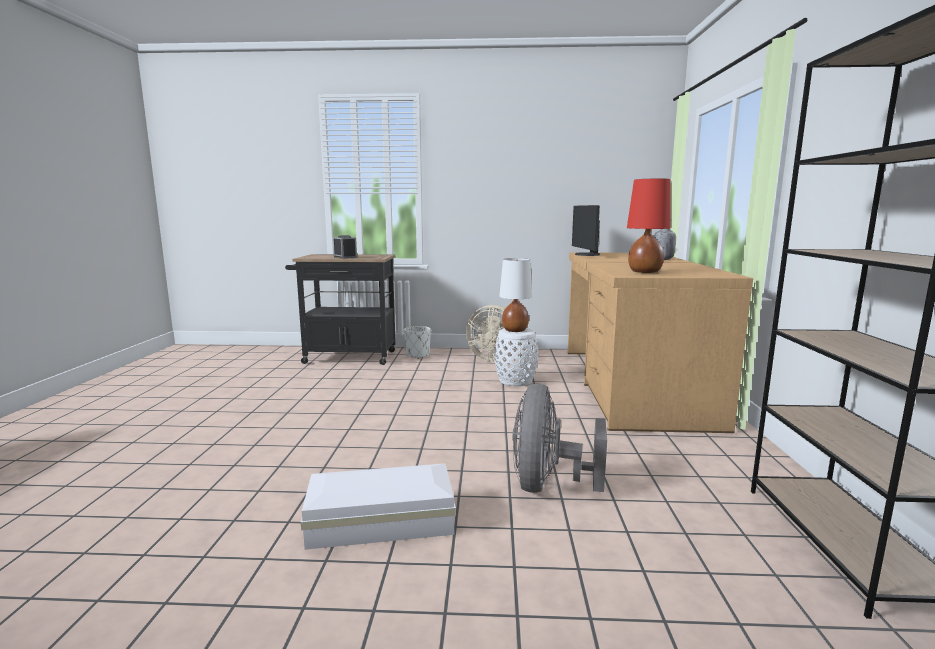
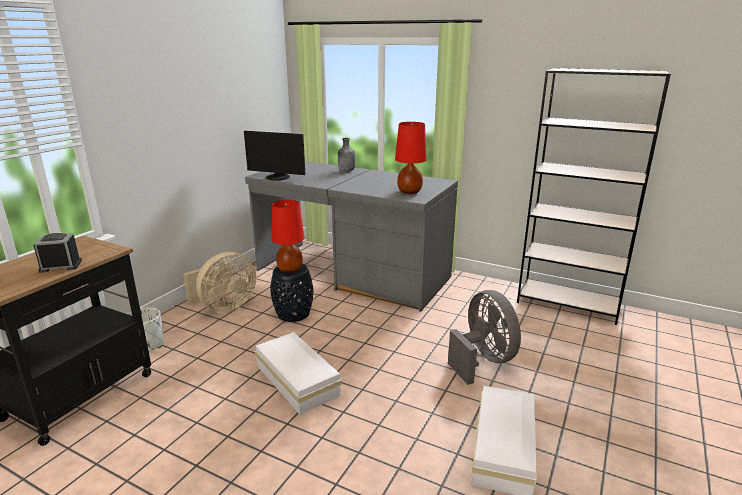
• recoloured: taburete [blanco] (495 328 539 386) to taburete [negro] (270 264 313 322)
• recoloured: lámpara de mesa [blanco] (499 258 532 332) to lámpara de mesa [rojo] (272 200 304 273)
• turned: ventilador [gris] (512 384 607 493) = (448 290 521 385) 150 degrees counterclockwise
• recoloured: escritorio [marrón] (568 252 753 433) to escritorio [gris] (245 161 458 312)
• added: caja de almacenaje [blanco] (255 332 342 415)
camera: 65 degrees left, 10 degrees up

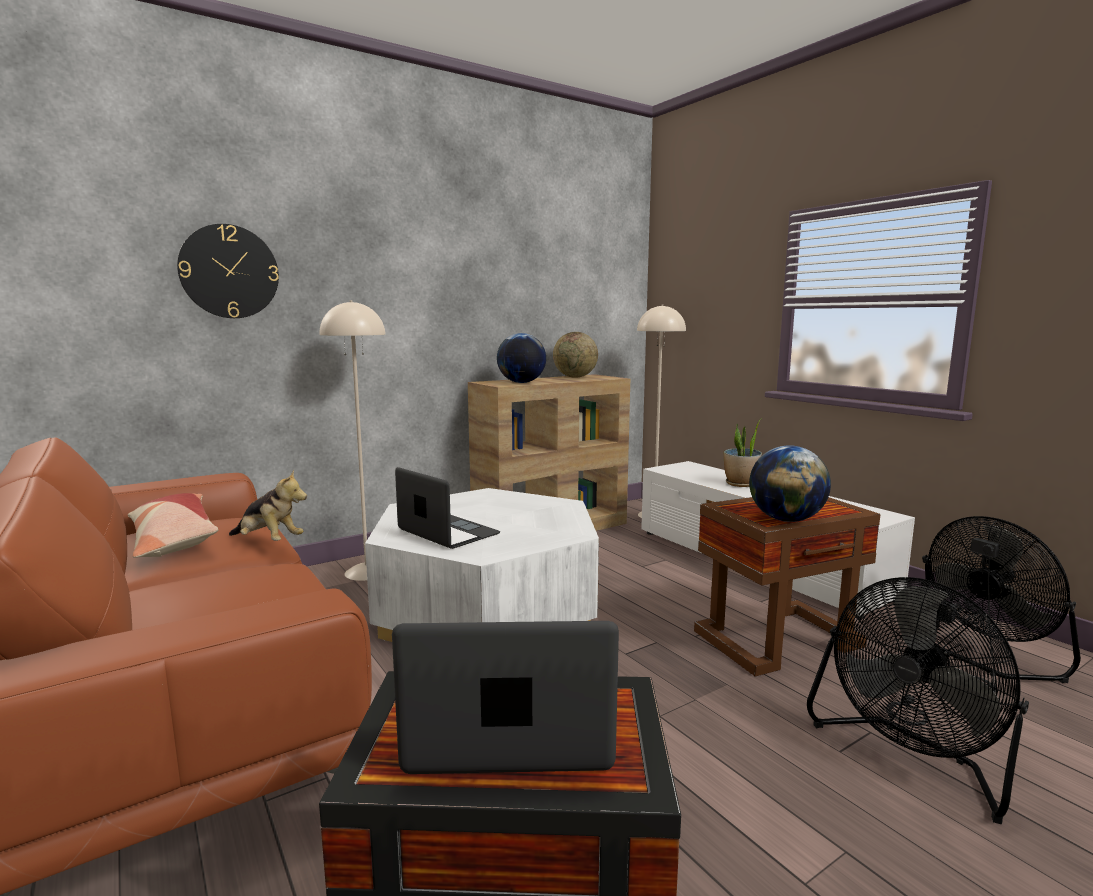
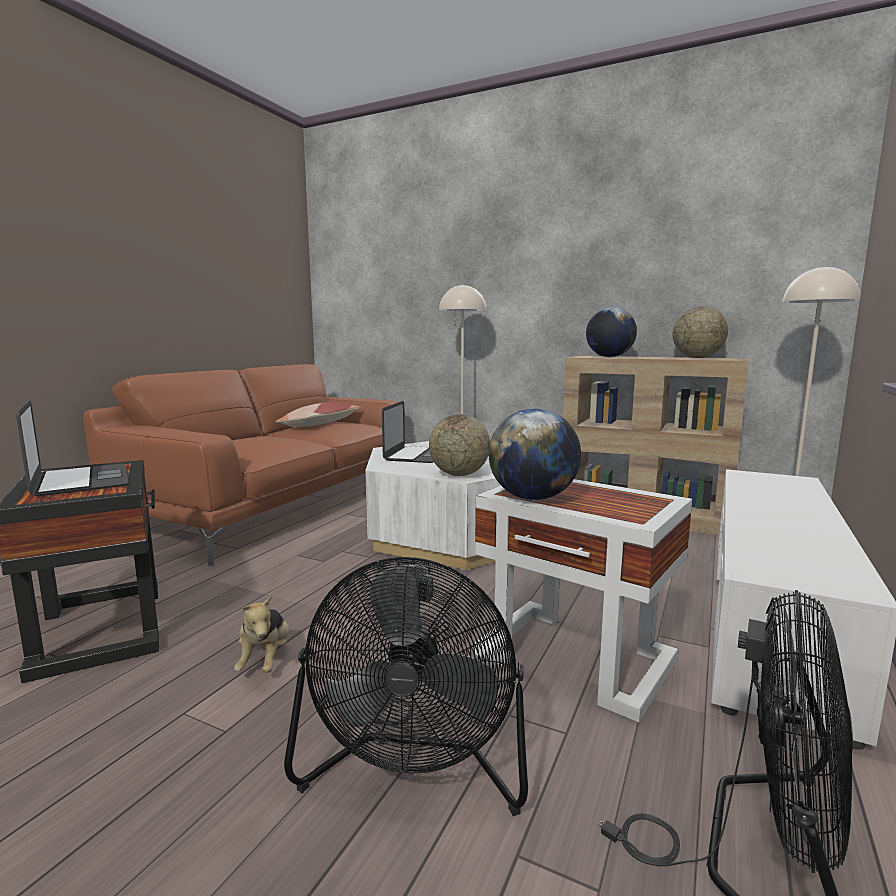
• removed: reloj de pared (177 224 279 318)
• moved: peluche (229 470 307 541) to (234 596 289 673)
• recoloured: mesa auxiliar [marrón] (694 497 880 676) to mesa auxiliar [blanco] (474 479 692 723)
• removed: planta en maceta (724 418 762 487)
• turned: ventilador [negro] (807 577 1029 825) = (284 557 528 816) 105 degrees counterclockwise
• added: globo terráqueo (429 414 490 476)
camera: 60 degrees right, 0 degrees up

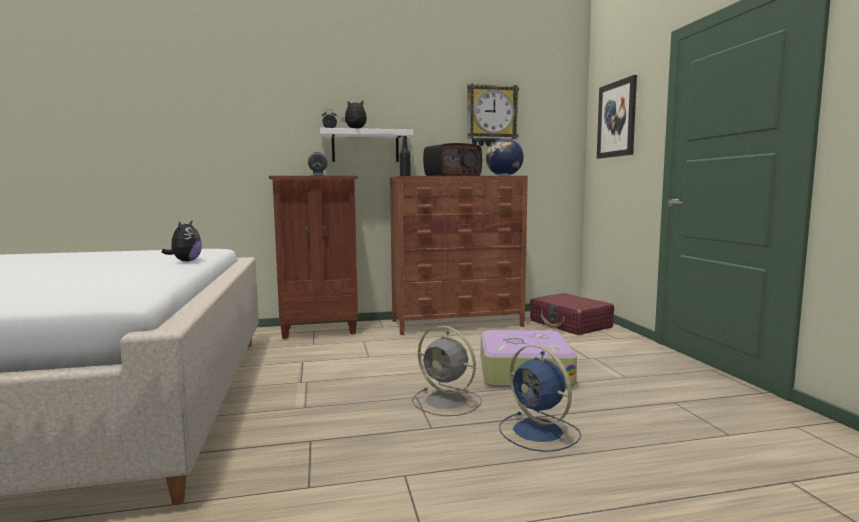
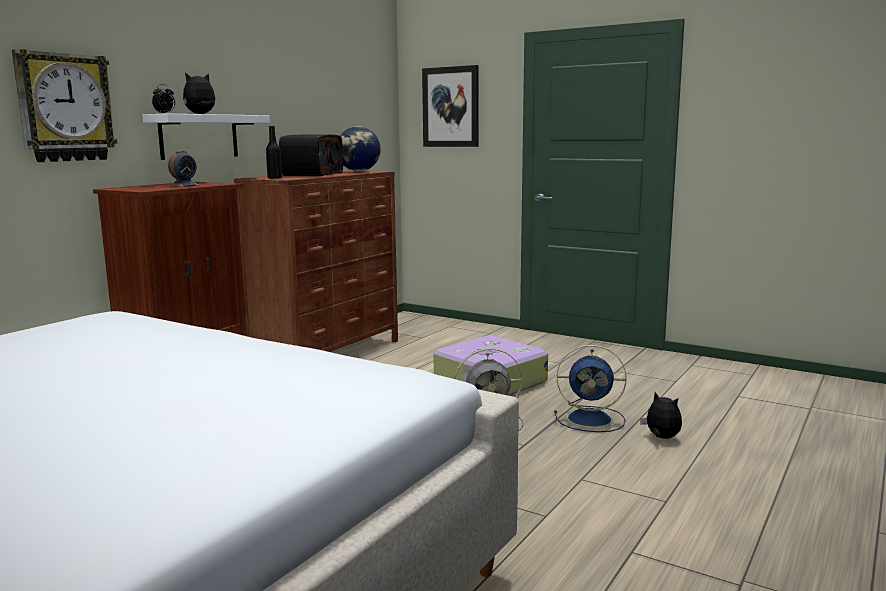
• moved: peluche (162 221 202 261) to (640 392 682 439)
• moved: reloj de pared (467 83 519 146) to (12 49 118 162)
• removed: maleta [rojo] (530 293 614 335)
camera: 45 degrees left, 5 degrees up

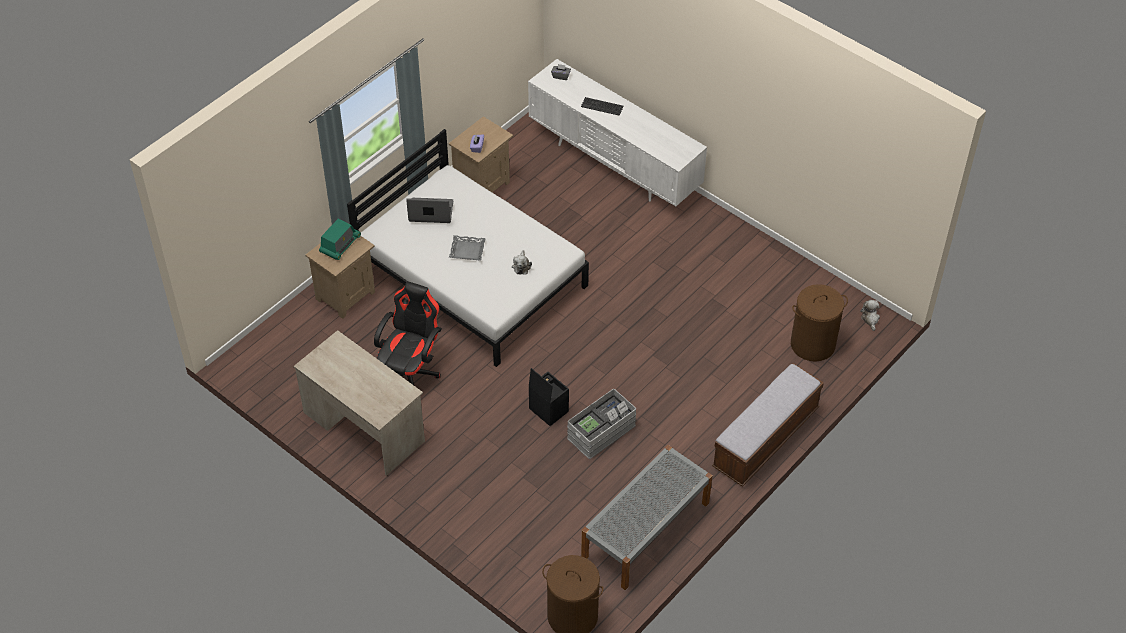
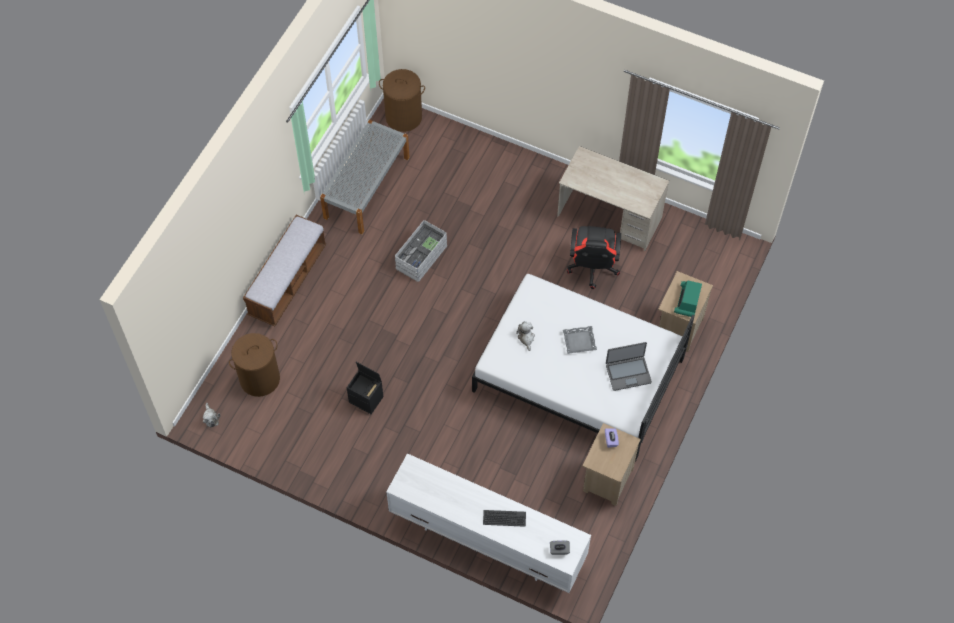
• moved: caja de almacenaje [negro] (529 368 569 426) to (347 362 383 414)
camera: 165 degrees right, 10 degrees up

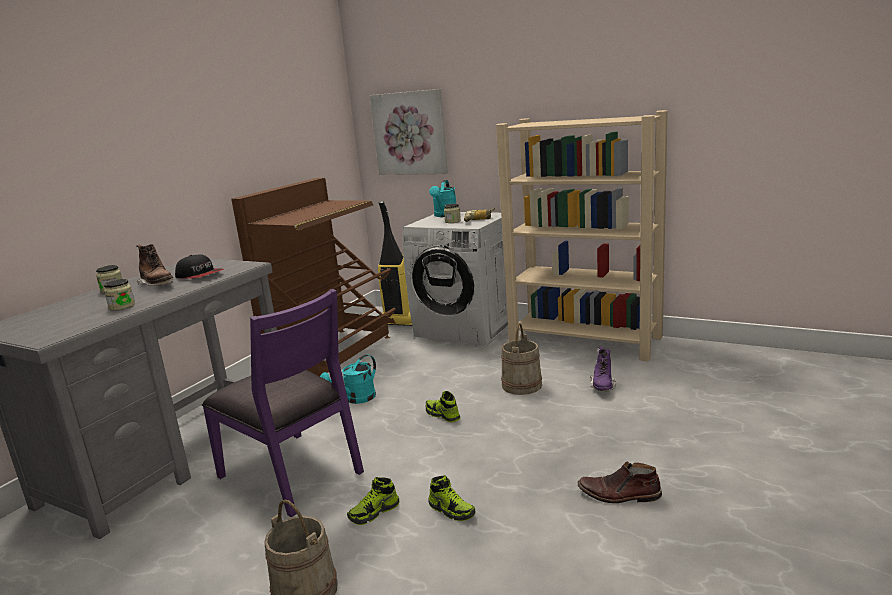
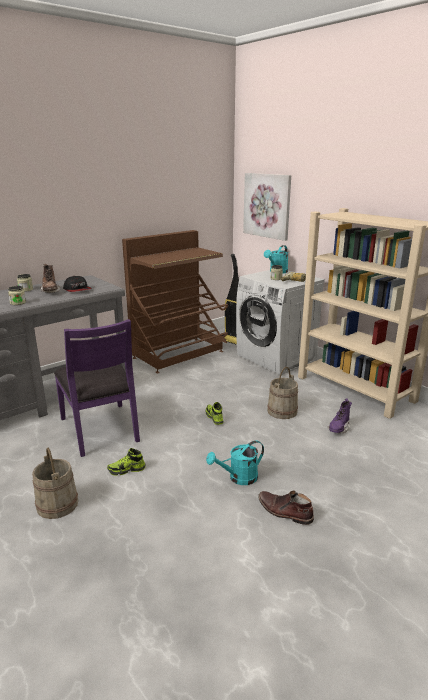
• moved: regadera [turquesa] (320 354 376 404) to (206 440 264 485)
• removed: zapato (428 475 475 521)
camera: 20 degrees right, 5 degrees up

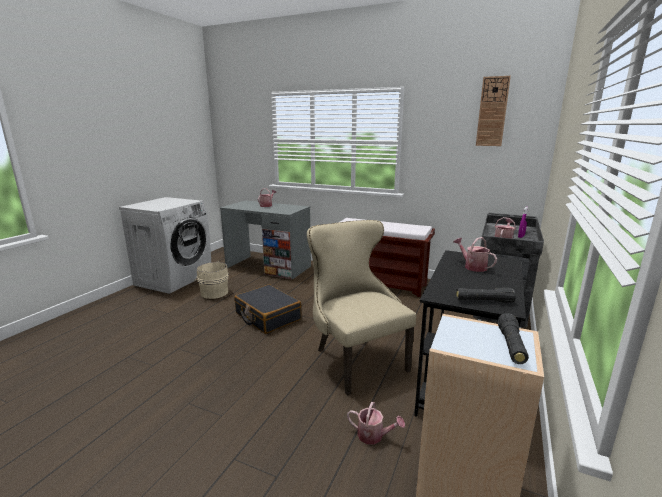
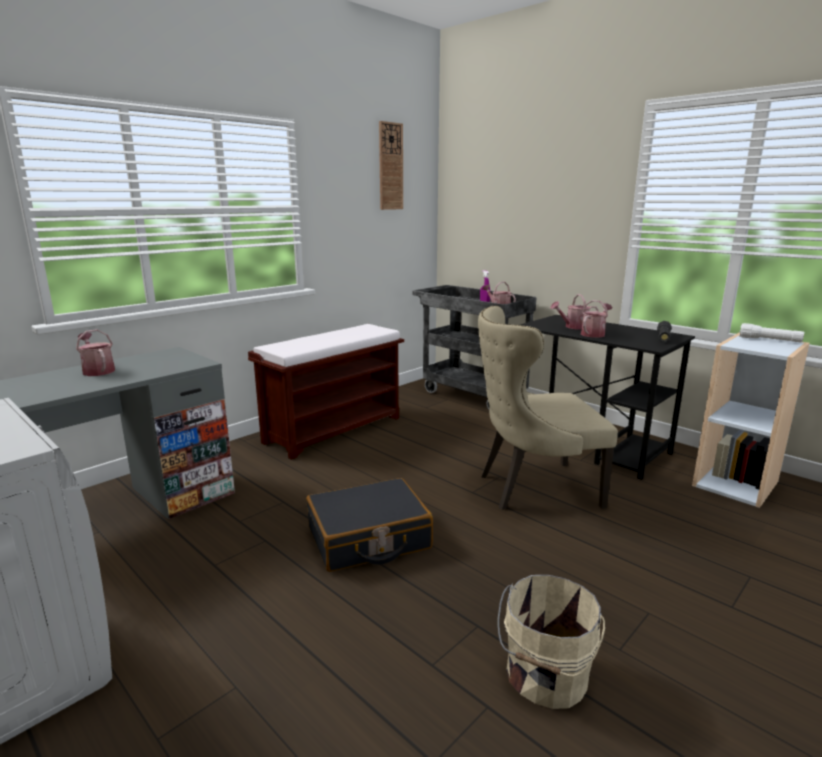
• moved: cubo [beis] (194 260 229 299) to (498 575 605 709)
• moved: regadera (347 402 405 445) to (581 300 612 338)
• recoloured: linterna [negro] (498 313 529 364) to linterna [blanco] (739 323 804 342)
camera: 70 degrees left, 0 degrees up

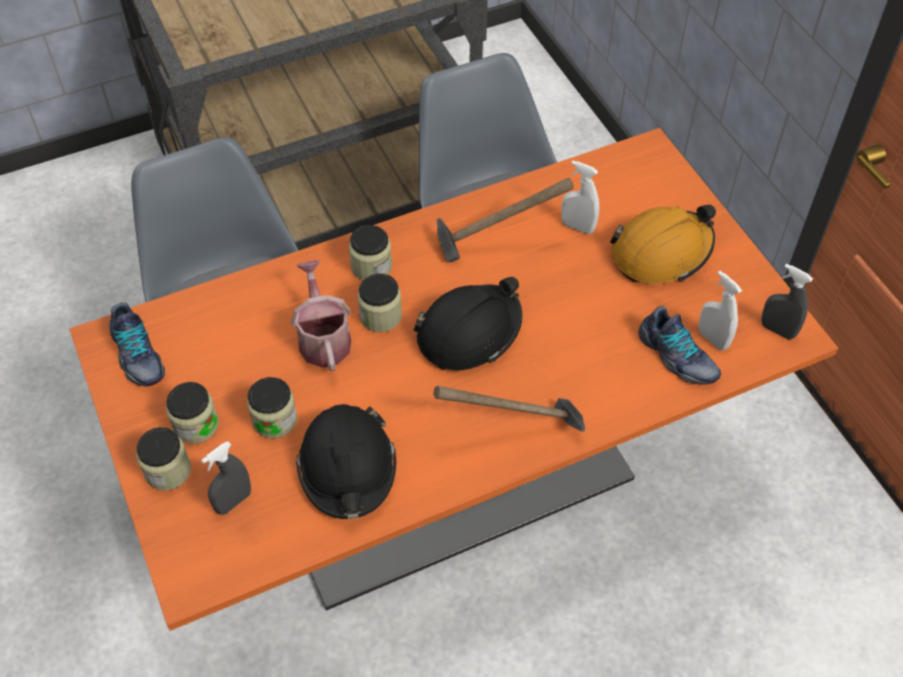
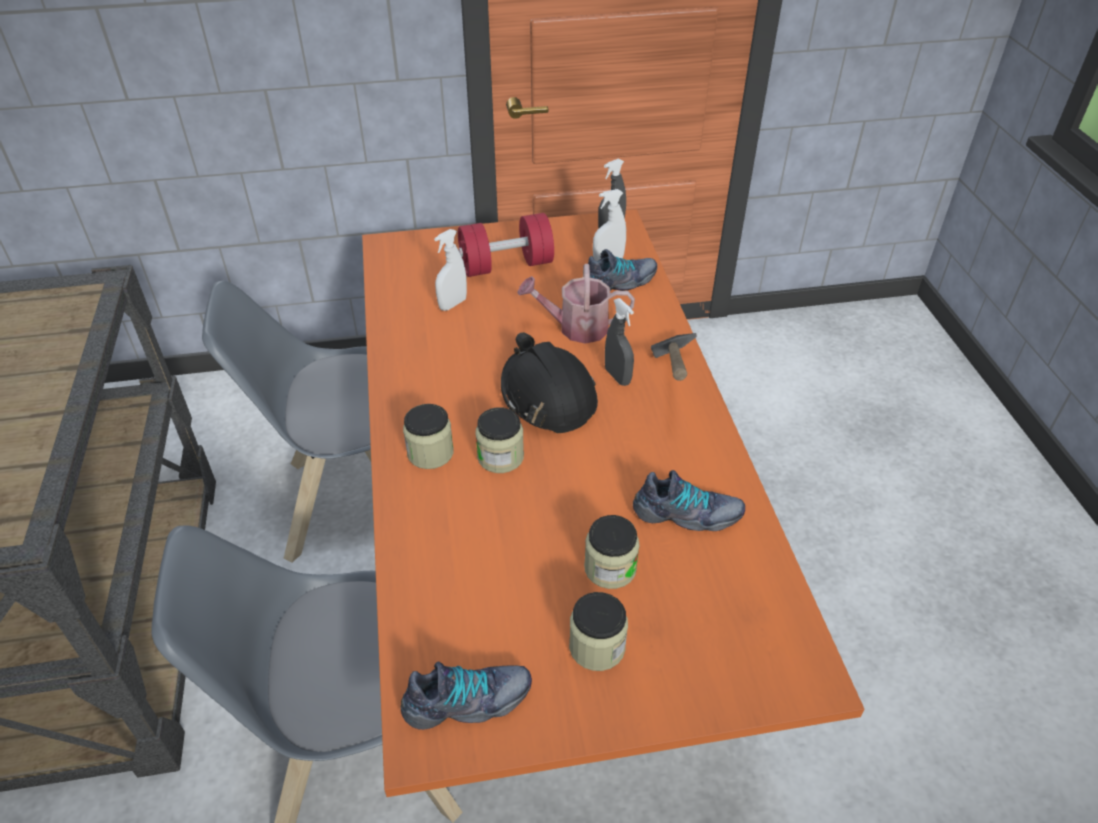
• removed: tarro (136 427 191 490)
• moved: pulverizador [gris] (201 441 251 515) to (605 298 634 386)
• moved: regadera (291 260 351 371) to (517 264 635 344)
• replaced: casco [negro] (296 404 396 519) to zapato (633 470 745 531)
• removed: martillo (437 178 574 262)
• replaced: casco [naranja] (610 205 716 284) to mancuerna [rojo] (458 213 554 277)
camera: 75 degrees left, 10 degrees down

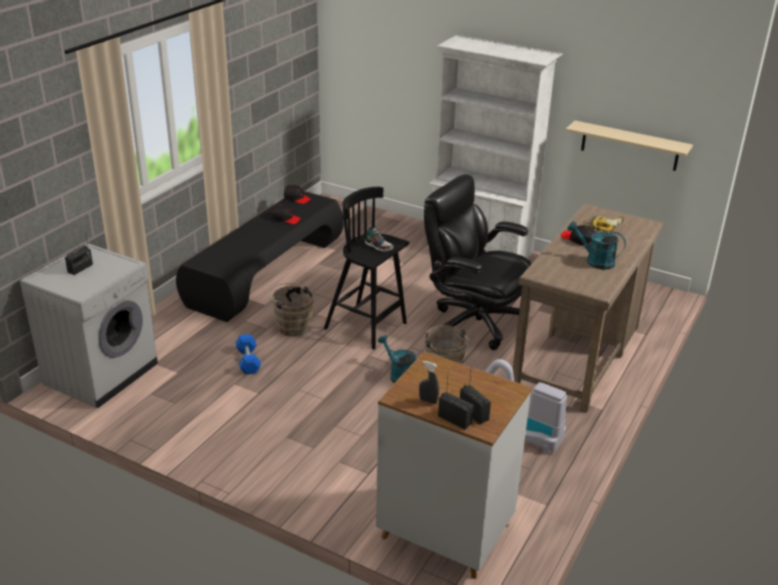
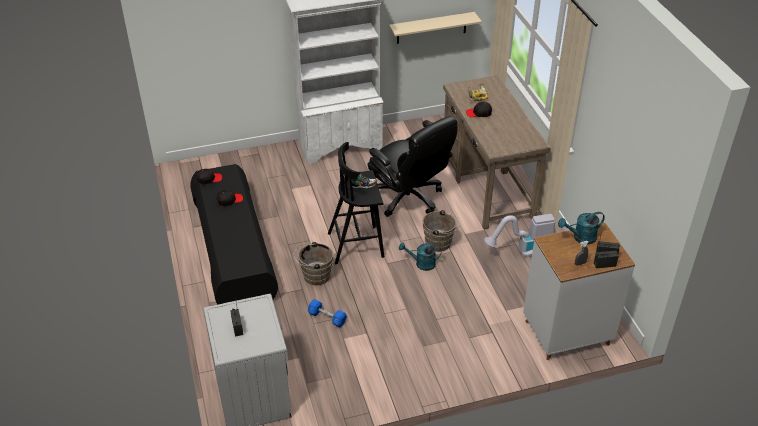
• turned: silla de oficina [negro] (424 174 531 350) = (368 116 458 217) 120 degrees counterclockwise
• moved: regadera [turquesa] (567 221 626 270) to (558 212 605 245)
camera: 45 degrees left, 10 degrees up

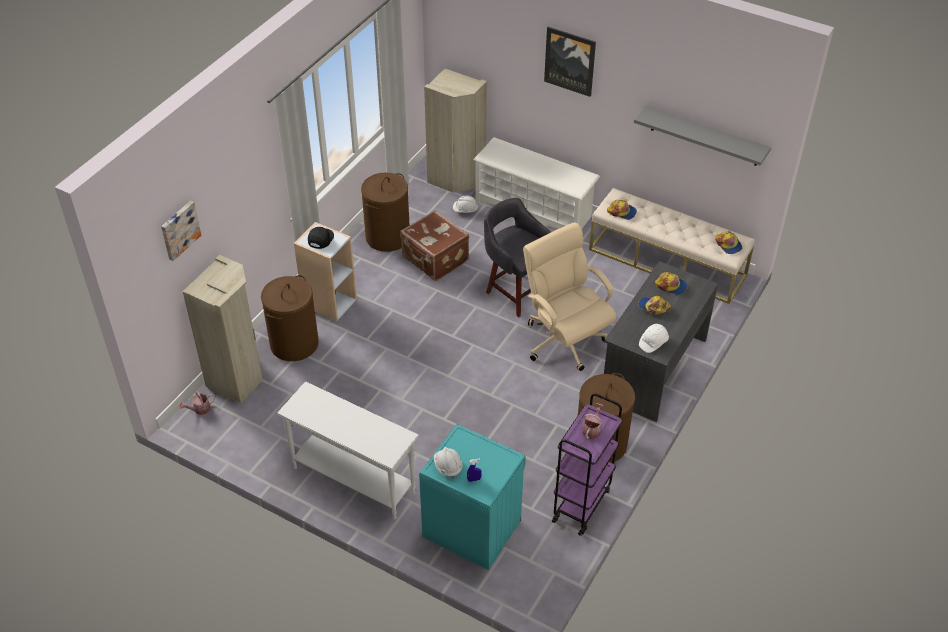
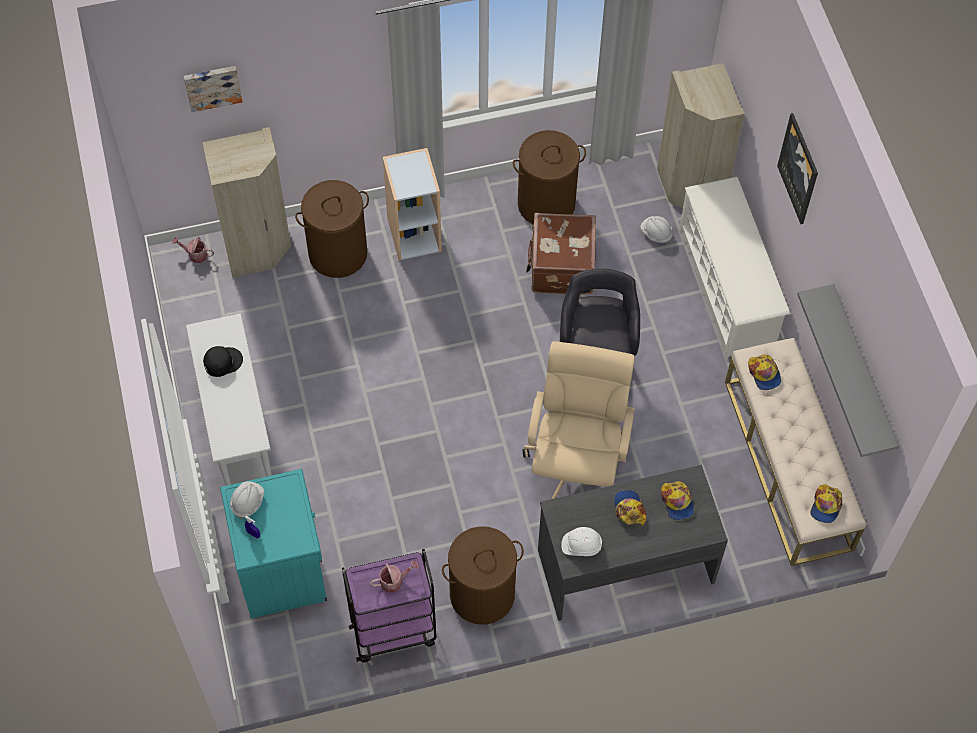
• moved: gorra [negro] (308 227 334 249) to (203 346 243 377)
camera: 45 degrees right, 15 degrees up

